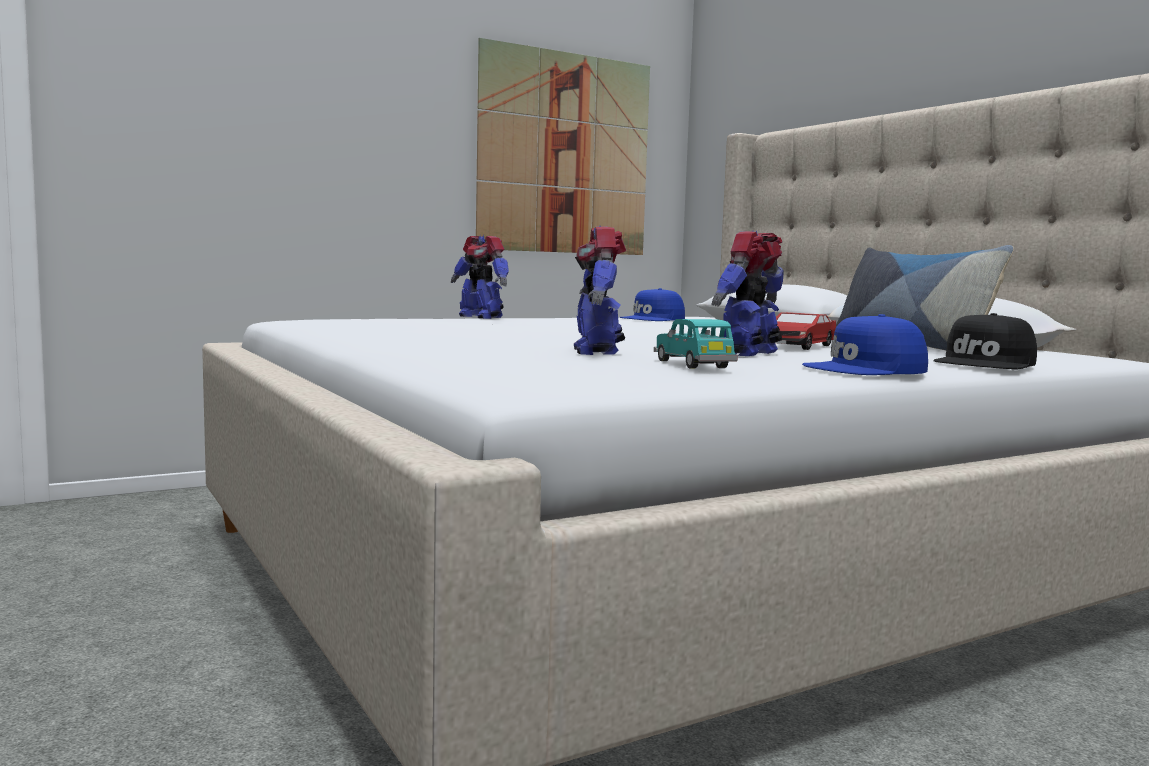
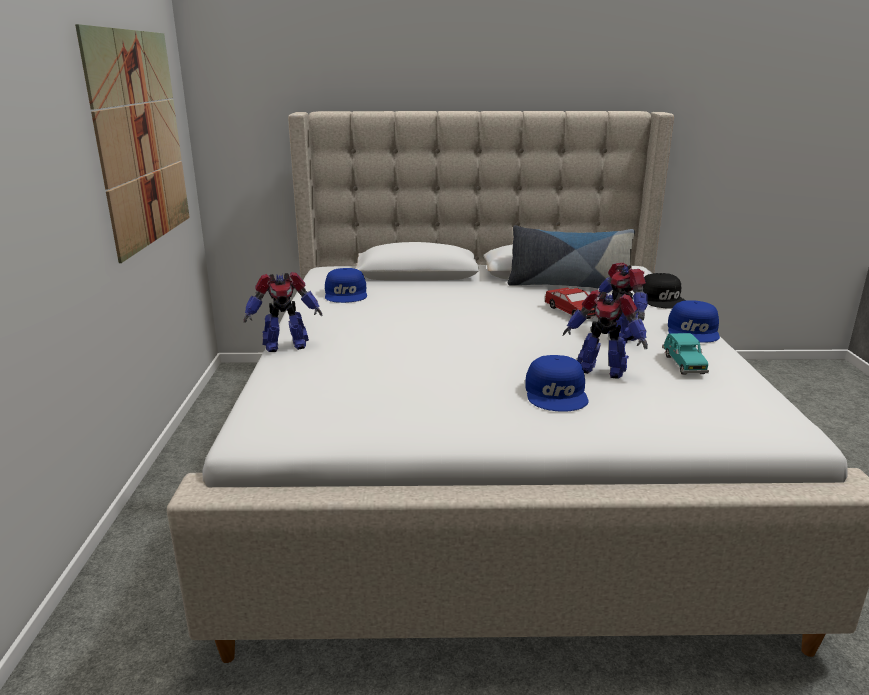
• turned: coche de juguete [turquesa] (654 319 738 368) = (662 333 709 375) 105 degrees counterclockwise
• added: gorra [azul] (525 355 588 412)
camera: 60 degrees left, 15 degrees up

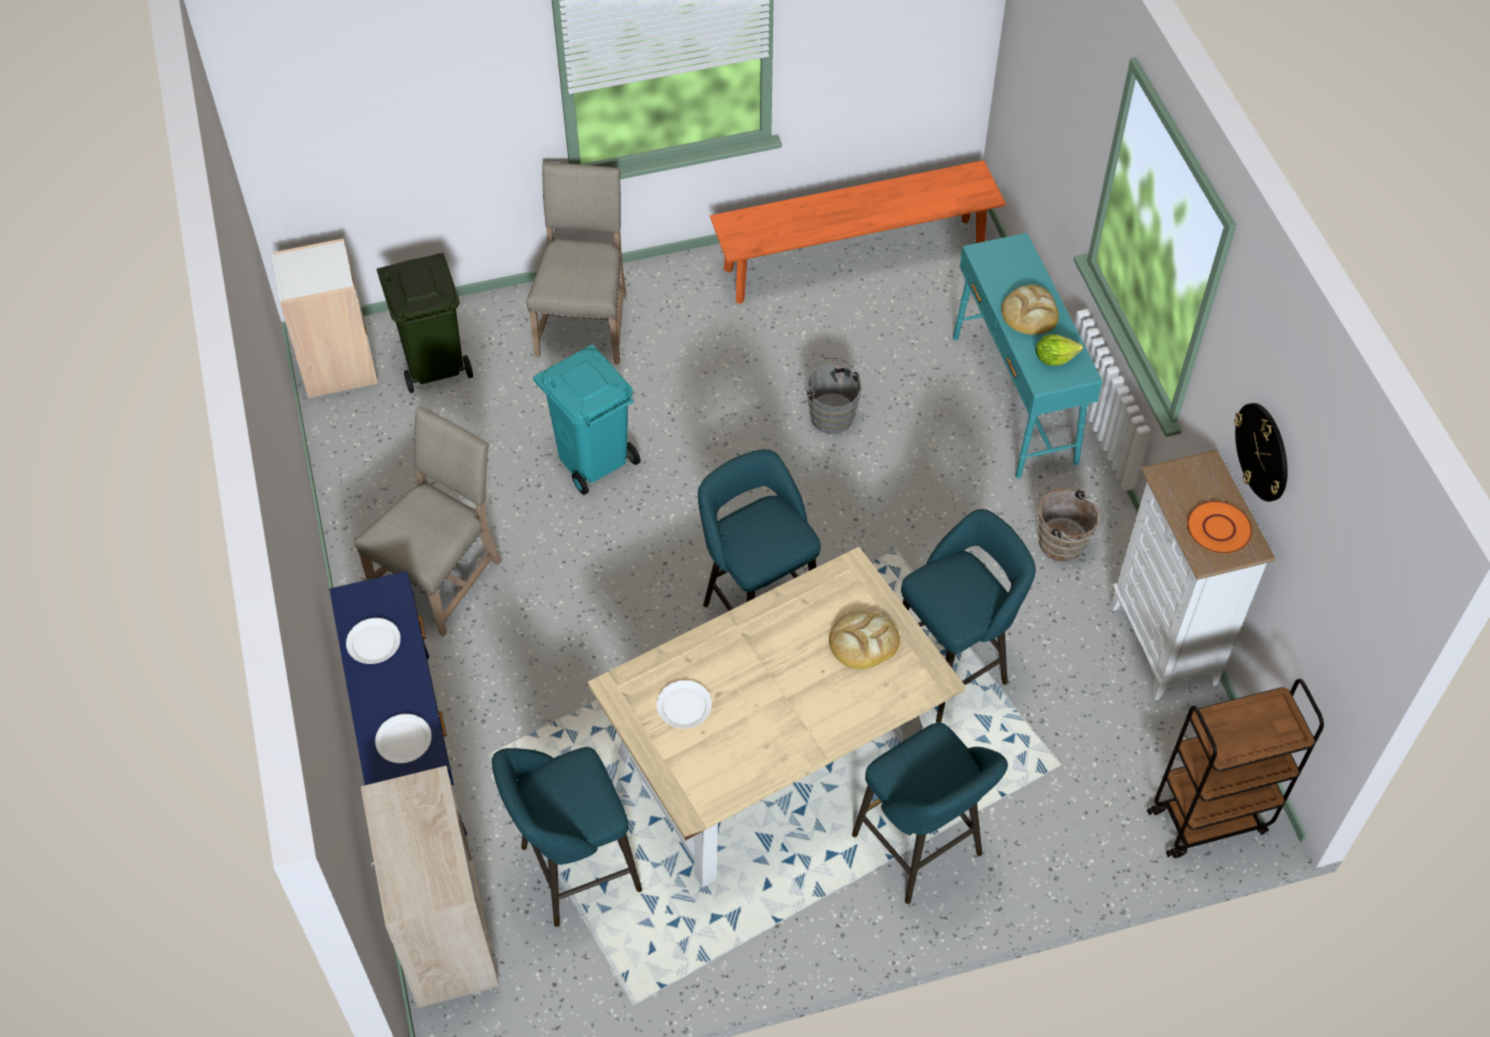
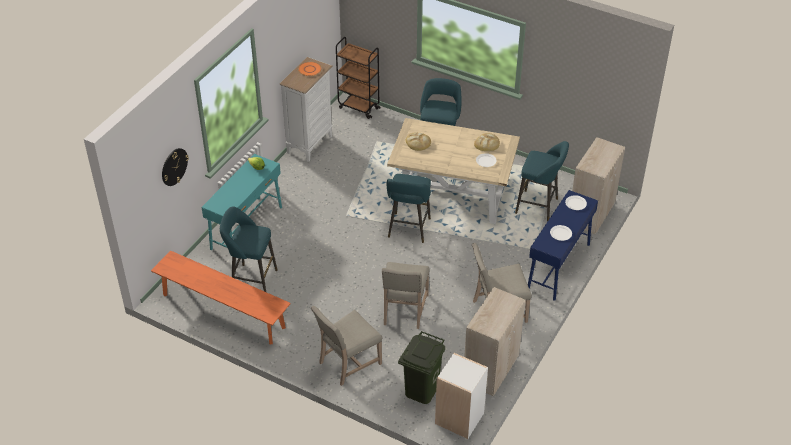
• replaced: papelera [turquesa] (533 344 641 495) to silla [beis] (382 262 430 329)
• removed: cubo [gris] (803 357 862 434)
• moved: taburete [turquesa] (901 509 1036 723) to (220 206 278 292)
• moved: pan (1001 285 1059 335) to (474 133 500 151)
• removed: cubo [marrón] (1038 489 1106 562)
• moved: reloj de pared (1234 403 1288 502) to (162 148 189 186)
• added: armario [beis] (464 287 525 396)
camera: 135 degrees left, 10 degrees down

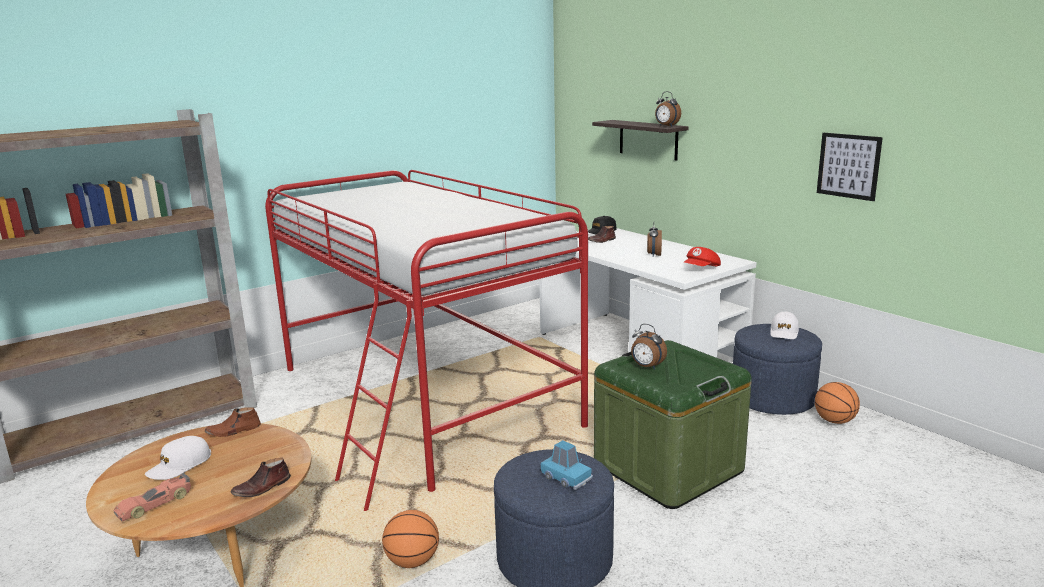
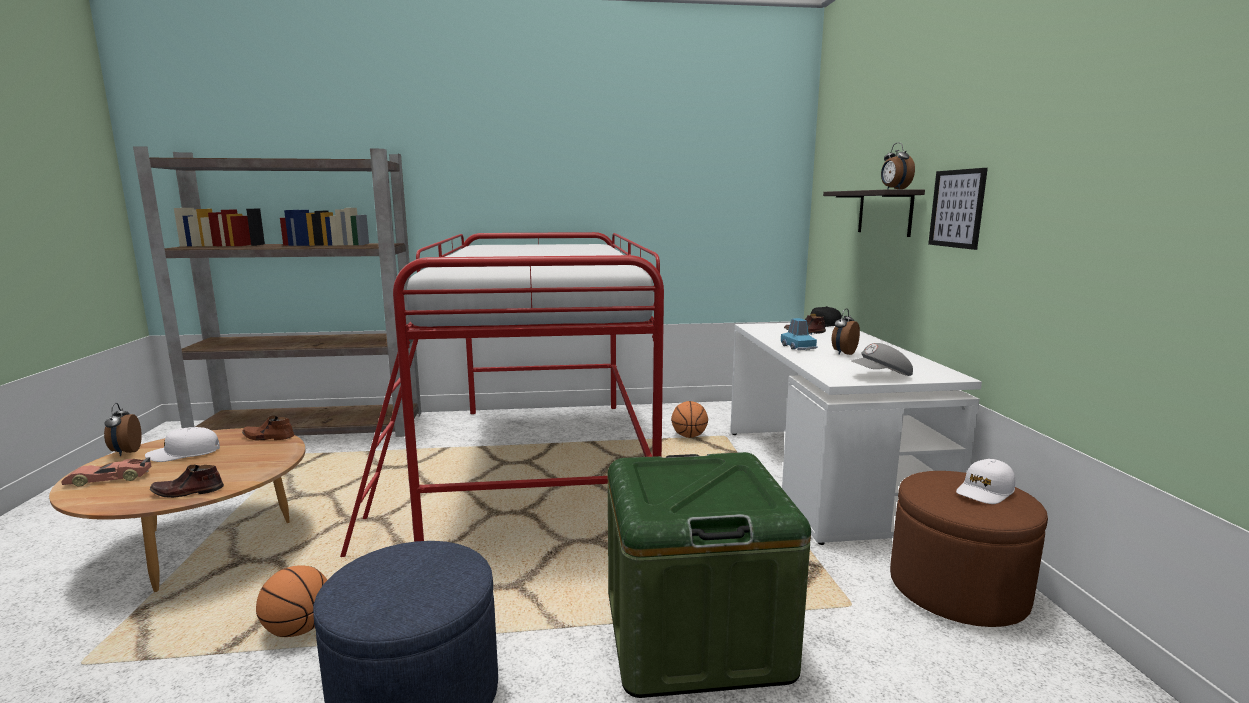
• moved: coche de juguete [azul] (541 440 593 490) to (781 318 818 350)
• moved: despertador (631 324 667 370) to (104 403 142 456)
• recoloured: gorra [rojo] (683 247 721 266) to gorra [gris] (851 343 913 376)
• recoloured: puf [azul] (733 324 822 415) to puf [marrón] (890 471 1048 627)
• moved: balón de baloncesto (815 382 860 424) to (671 401 708 438)
• moved: cuadro (817 133 883 201) to (928 168 988 250)
camera: 30 degrees right, 5 degrees down

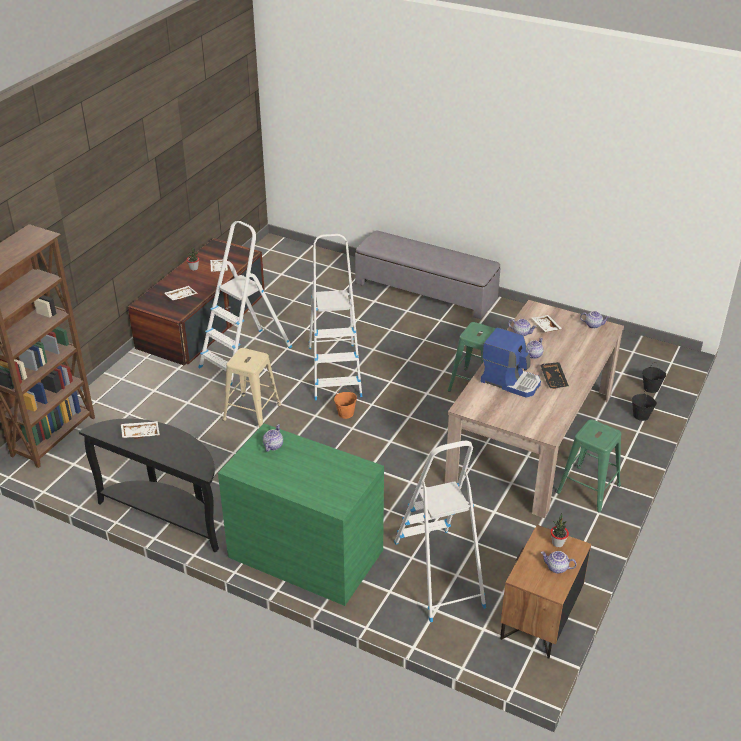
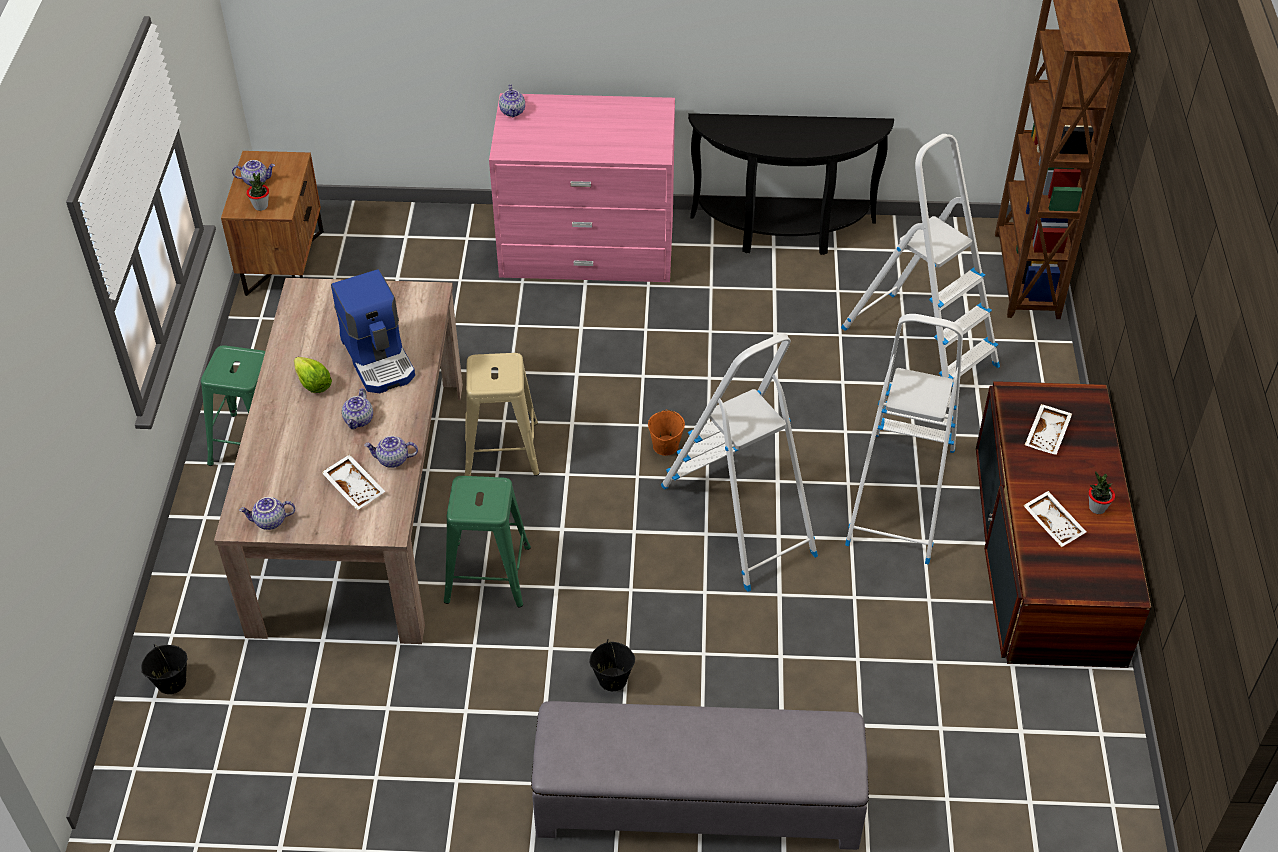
• removed: bandeja [blanco] (121 421 160 439)
• recoloured: cómoda [verde] (218 423 384 606) to cómoda [rosa] (489 93 675 282)
• moved: taburete [beis] (223 348 281 428) to (465 353 540 476)
• moved: tetera (263 424 283 452) to (499 84 525 117)
• moved: escalera de tijera [blanco] (394 441 486 622) to (841 134 1000 396)
• turned: cafetera (481 327 541 398) = (331 269 415 393) 120 degrees counterclockwise
• replaced: bandeja [negro] (540 362 569 389) to lechuga (294 357 332 393)
• moved: cubo [negro] (632 390 657 421) to (589 639 635 691)
camera: 155 degrees right, 10 degrees up

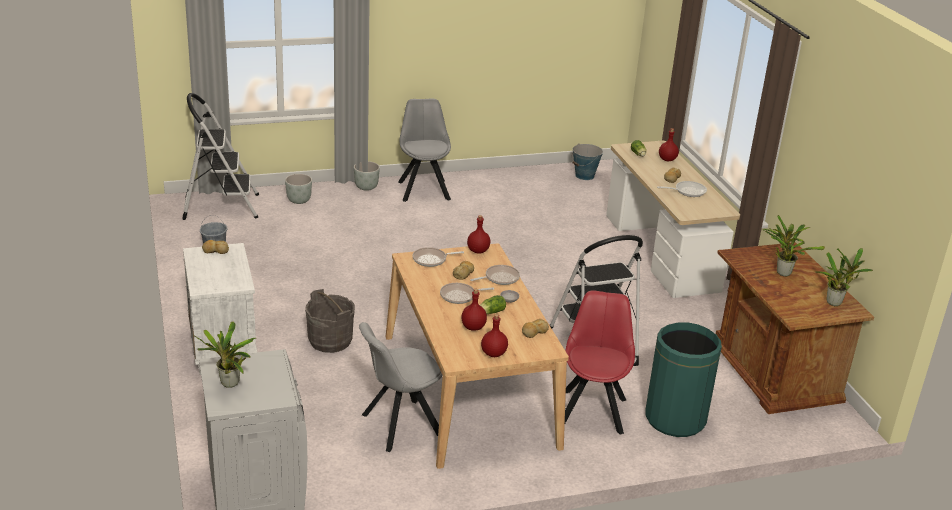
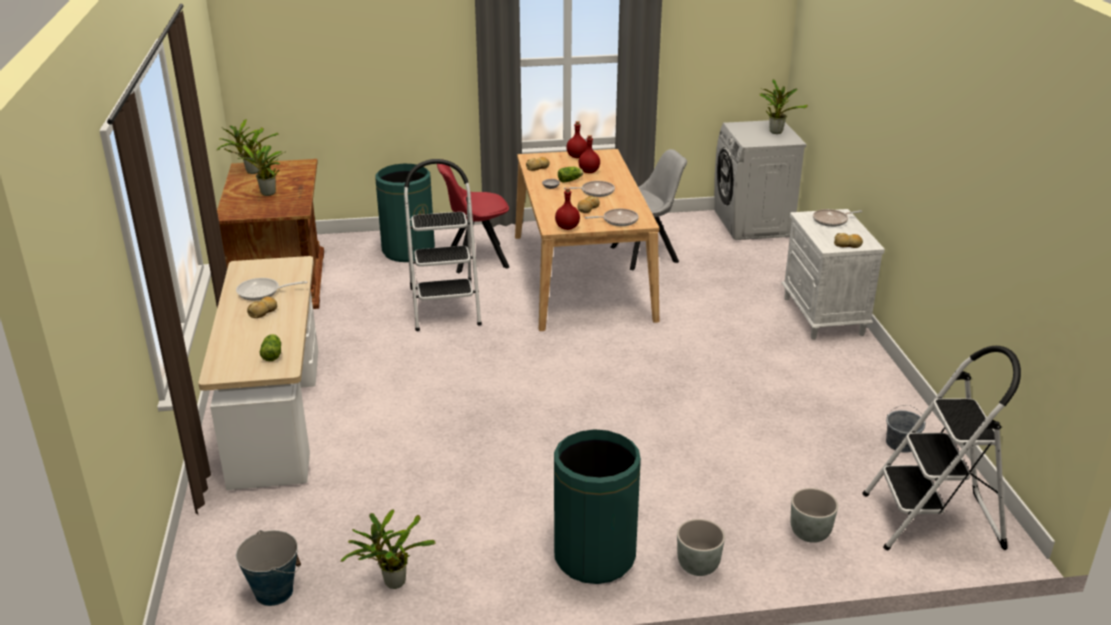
• removed: cubo [gris] (305 289 355 353)
• replaced: silla [gris] (398 99 451 202) to papelera [verde] (554 429 641 584)
• moved: sartén (470 265 520 285) to (813 209 862 227)
• turned: silla [rojo] (565 290 635 435) = (437 164 509 273) 60 degrees clockwise
• removed: botella [rojo] (659 128 679 161)
• added: planta en maceta (341 509 436 589)
camera: 170 degrees left, 0 degrees up

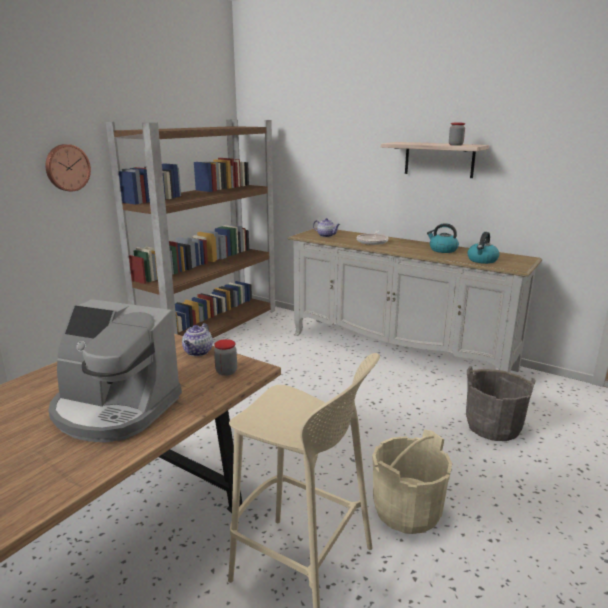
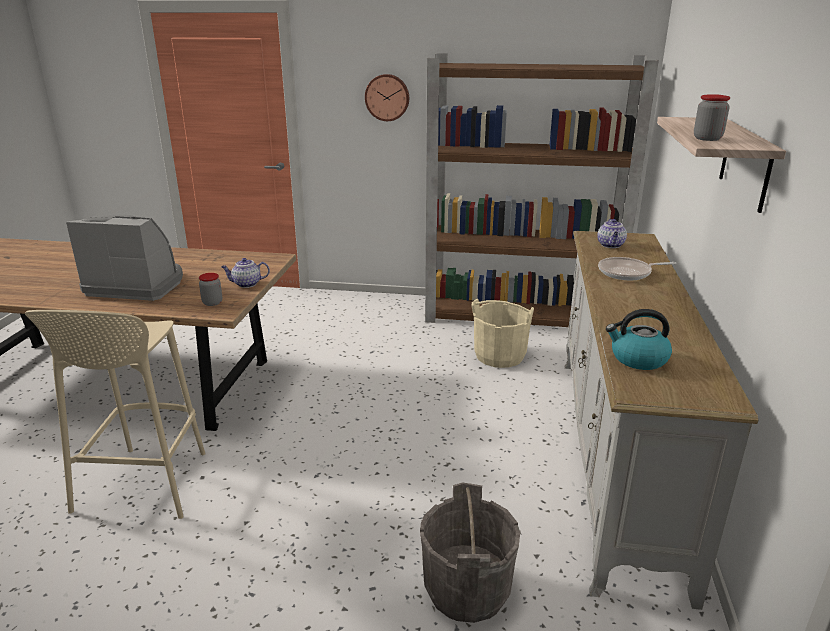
• turned: cafetera (48 299 182 443) = (66 215 183 301) 105 degrees clockwise
• moved: cubo [beis] (372 430 452 534) to (471 299 534 368)
• removed: hervidor (427 223 459 253)
camera: 65 degrees right, 5 degrees up

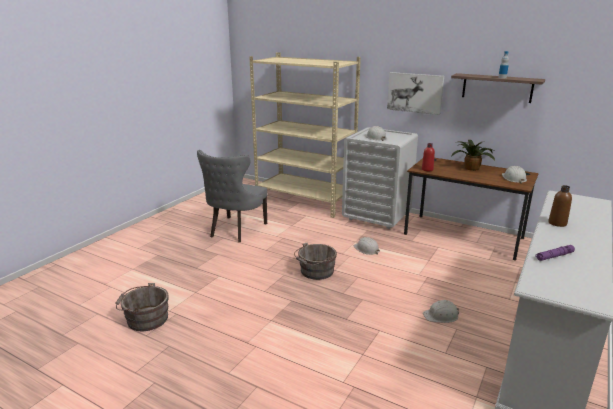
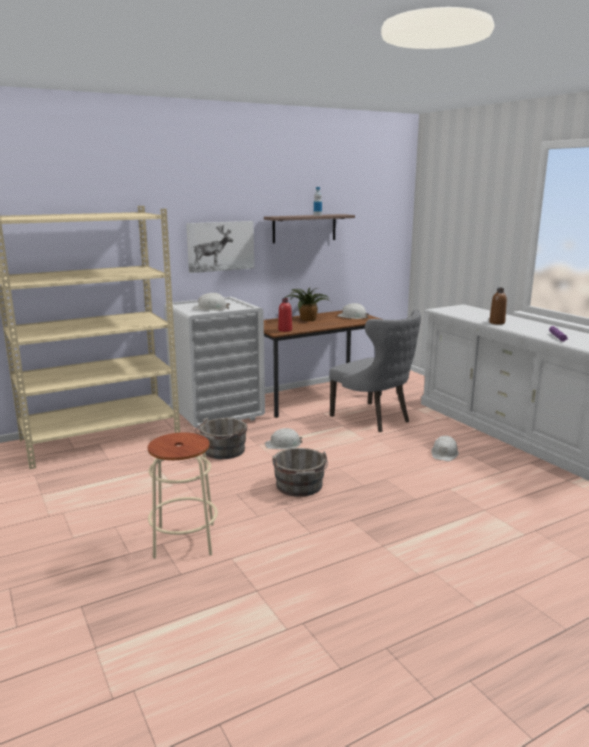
• moved: cubo [gris] (116 283 169 331) to (195 418 247 459)
• moved: silla [gris] (197 150 268 242) to (329 310 421 432)
• added: taburete [beis] (148 432 218 559)
camera: 60 degrees left, 5 degrees down

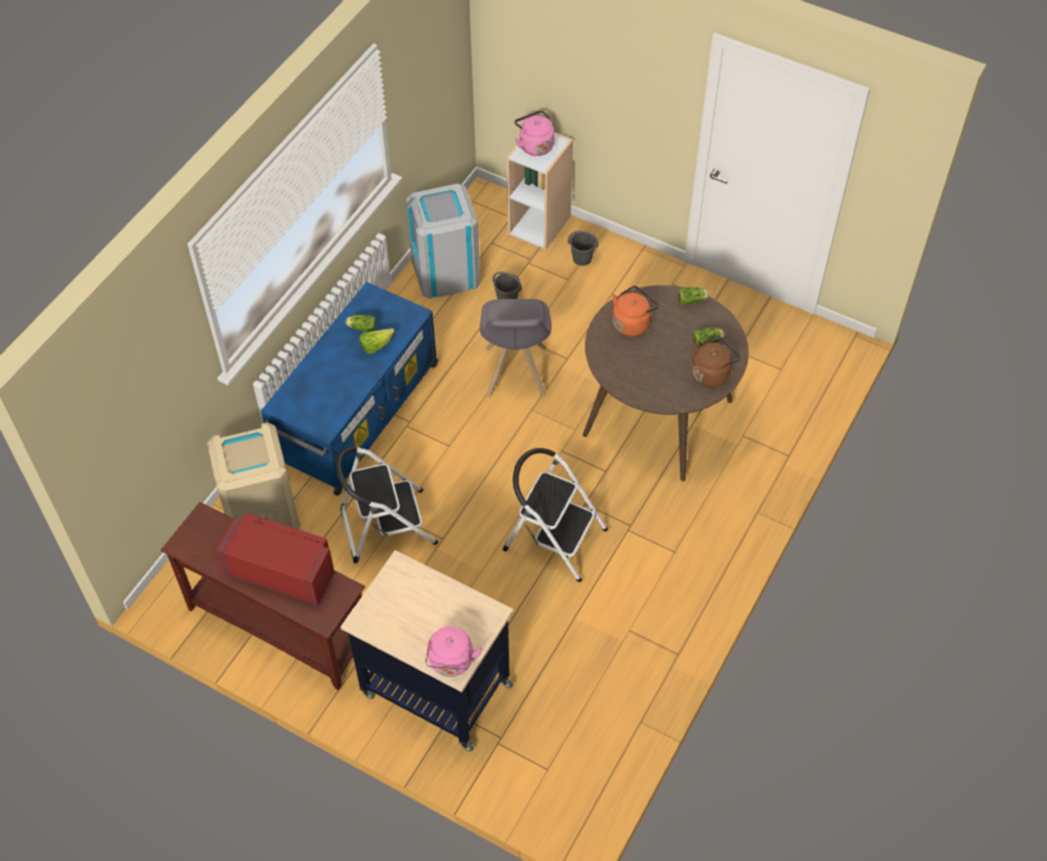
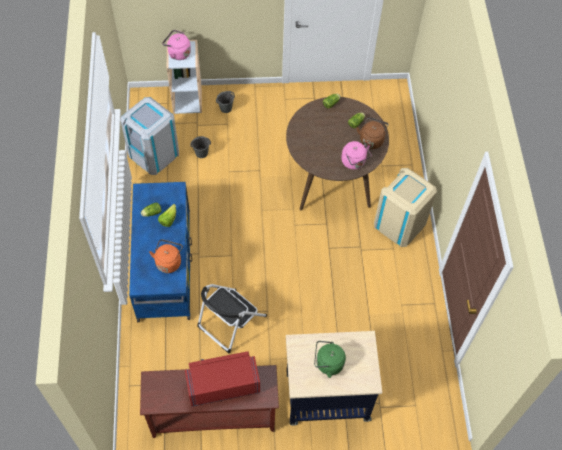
• moved: papelera [beis] (207 422 300 529) to (374 168 437 247)
• moved: hervidor [rosa] (425 626 483 677) to (341 141 371 169)
• removed: silla [gris] (480 299 551 397)
• removed: escalera de tijera (503 448 608 582)
• moved: hervidor [naranja] (612 286 659 336) to (149 239 183 273)
• added: hervidor [verde] (314 341 346 378)
camera: 35 degrees left, 5 degrees up

